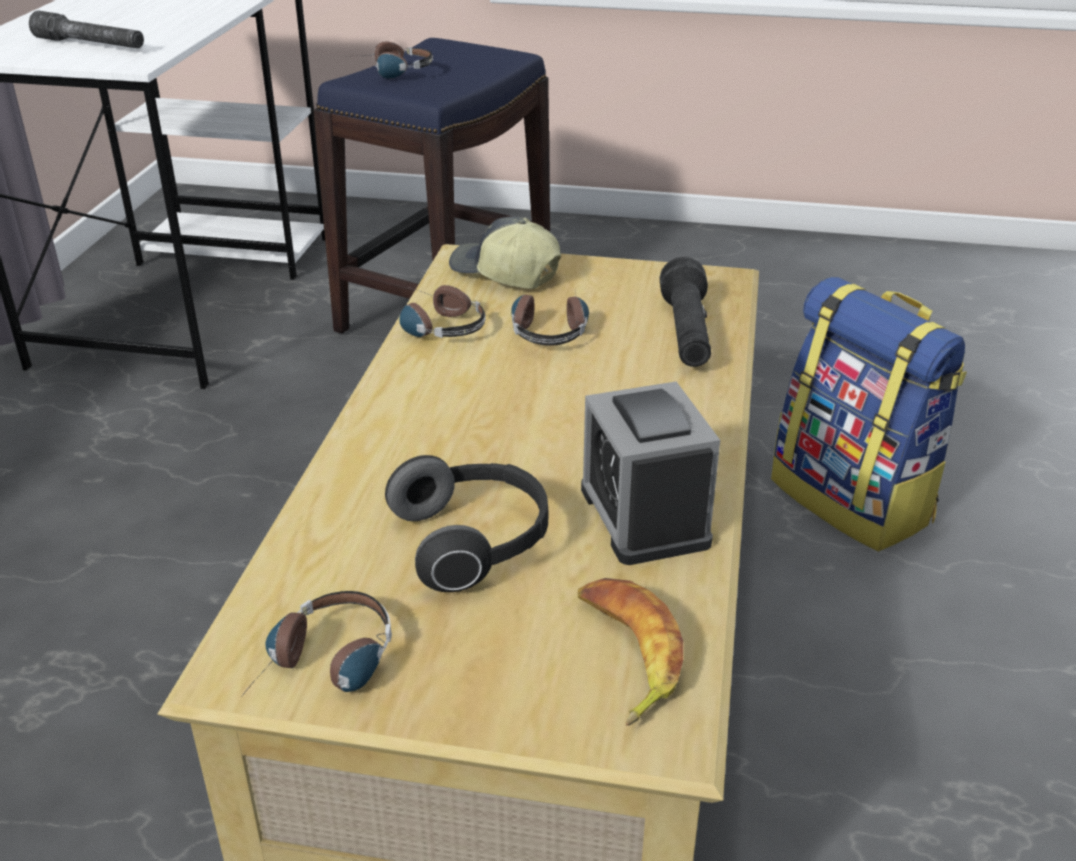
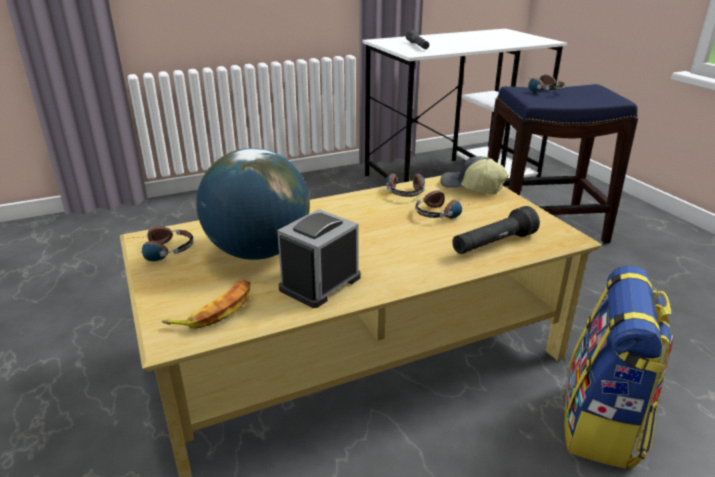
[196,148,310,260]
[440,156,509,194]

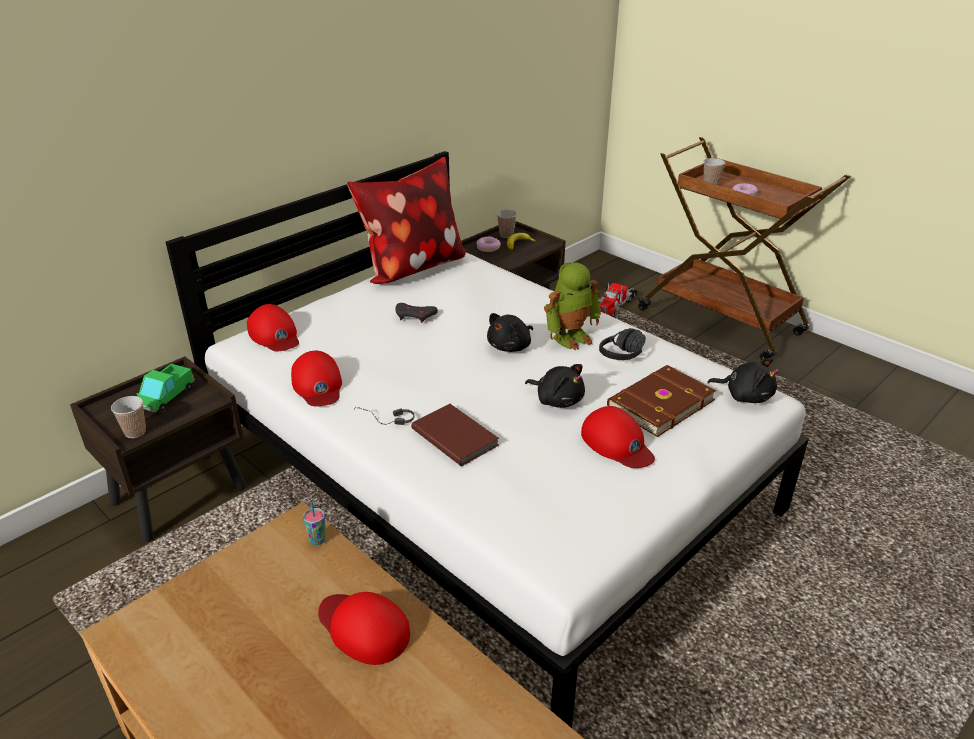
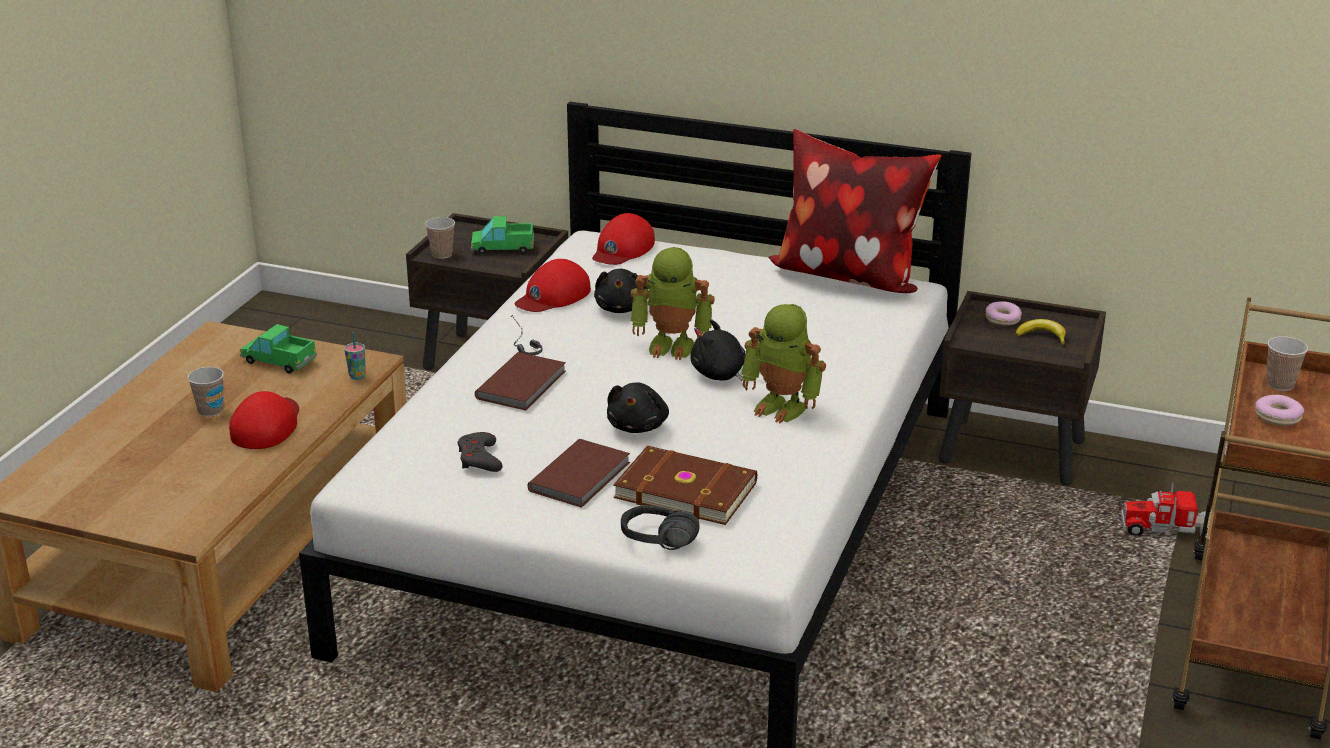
[240,324,317,374]
[631,247,714,360]
[458,432,503,472]
[187,367,224,417]
[621,505,700,550]
[594,269,648,313]
[528,439,630,508]

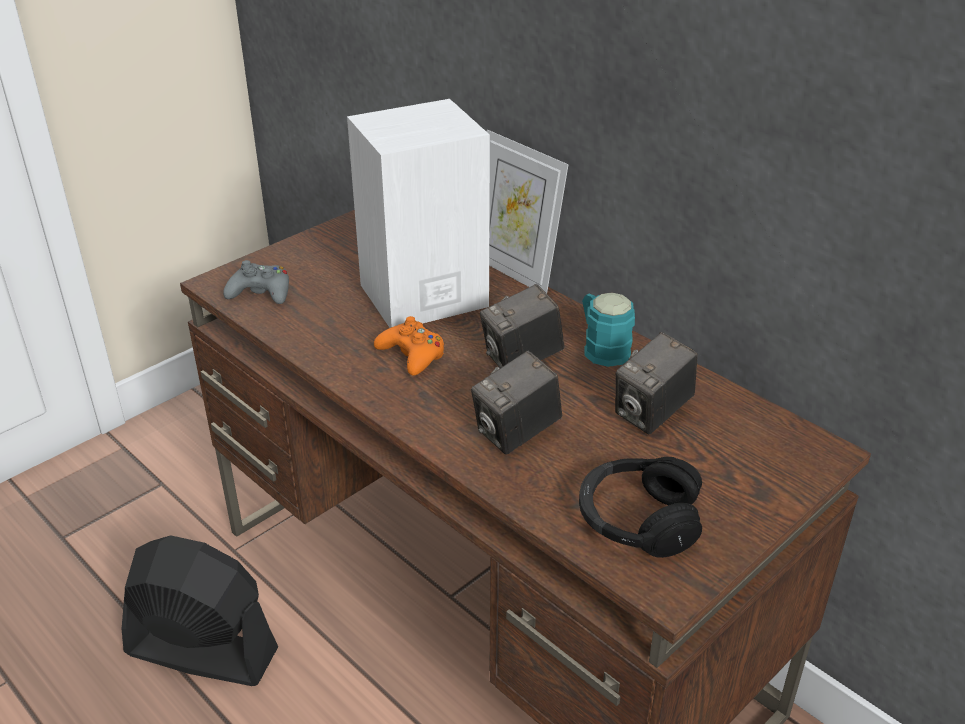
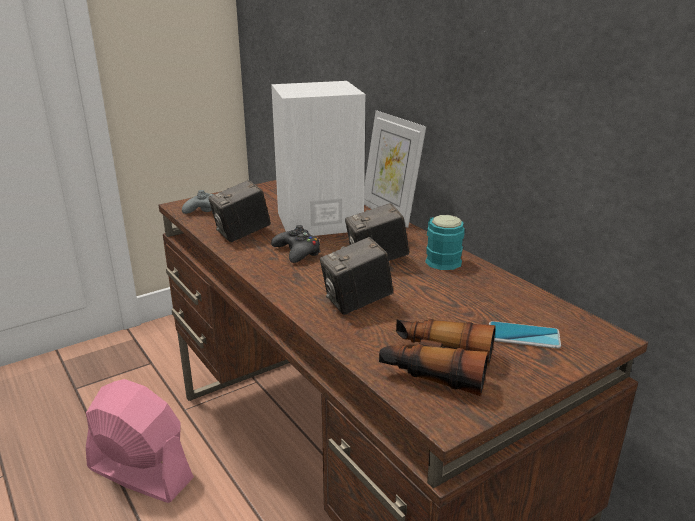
[489,321,561,349]
[209,180,271,242]
[379,319,496,396]
[86,379,194,503]
[271,225,321,263]

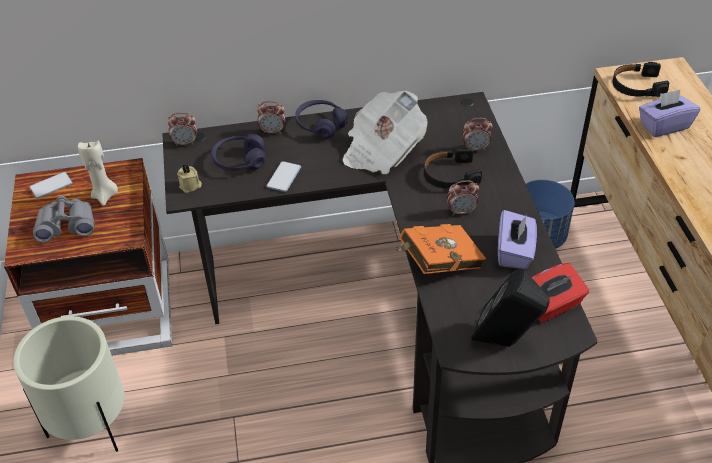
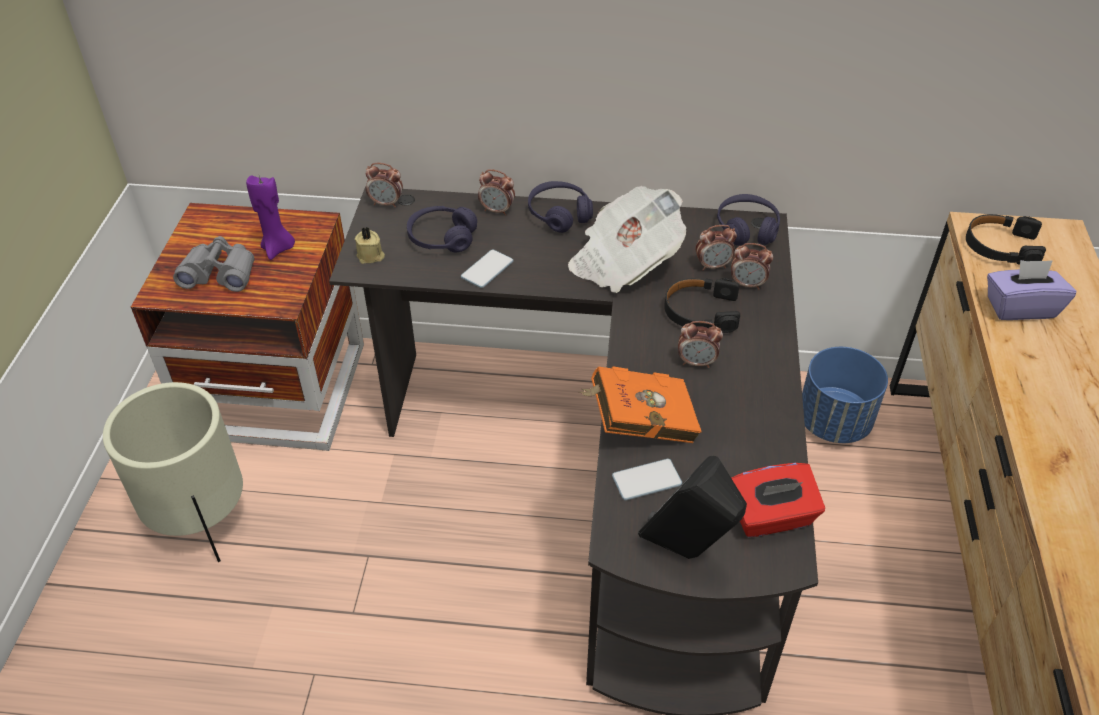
[498,210,537,269] (first image)
[696,225,737,271]
[717,194,780,246]
[612,459,682,501]
[246,175,295,260]

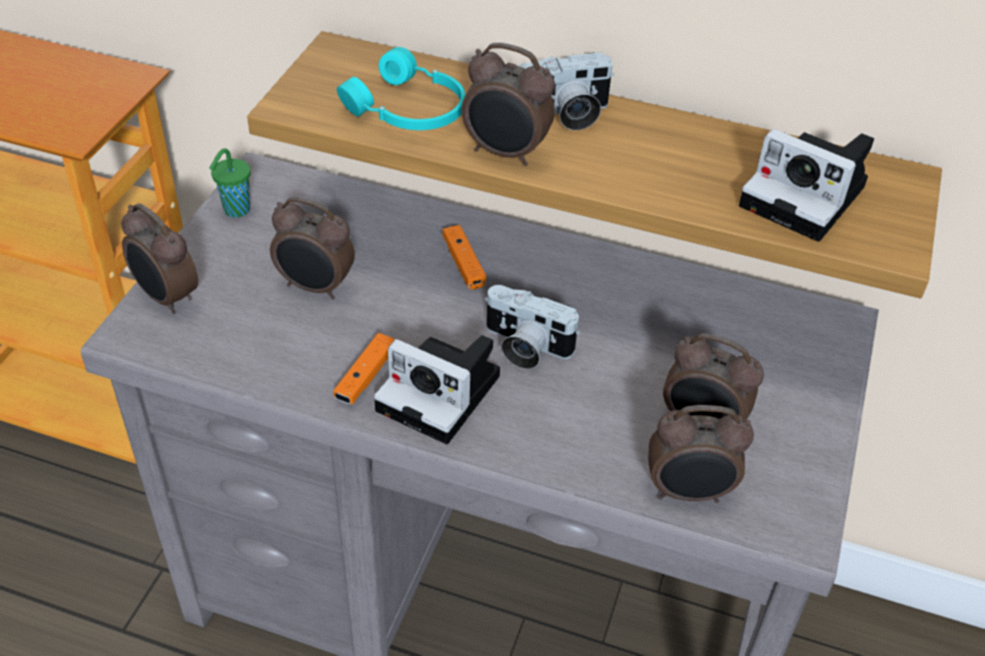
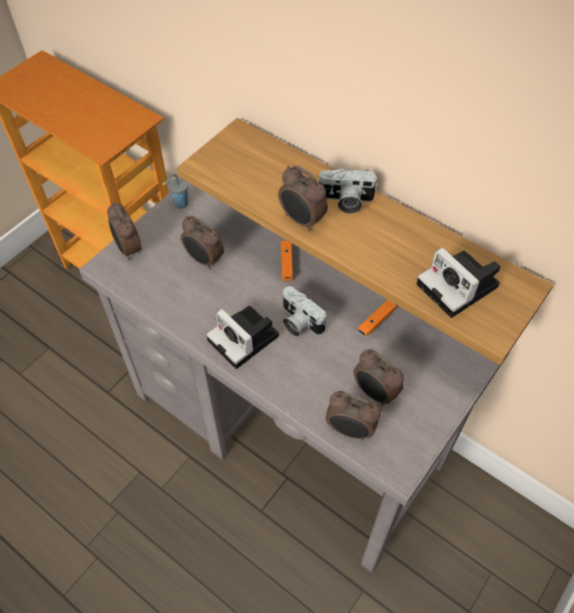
[337,47,465,130] (first image)
[358,300,397,337]
[165,174,189,209]

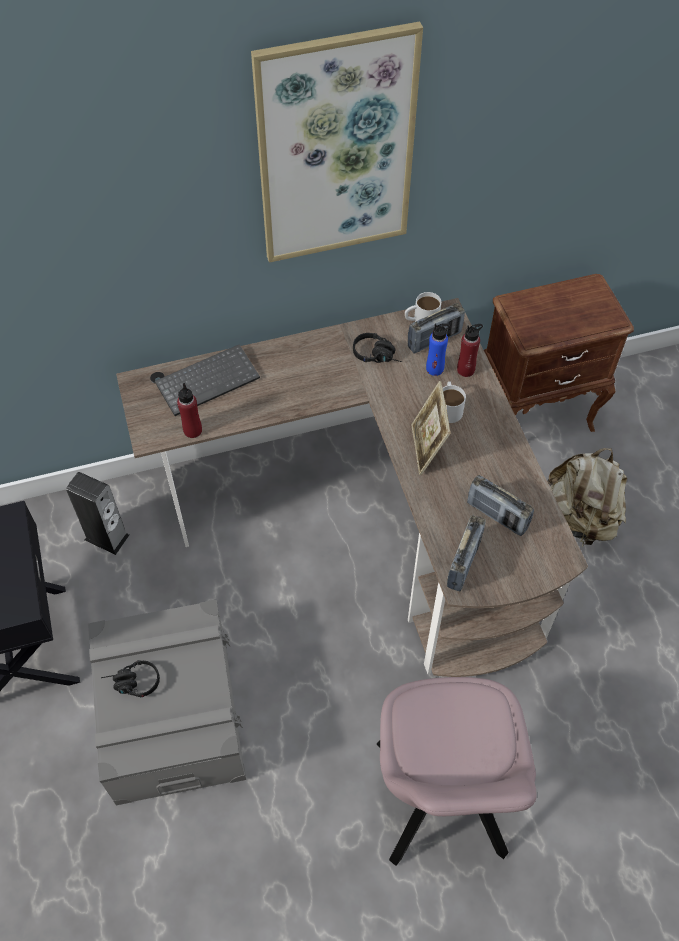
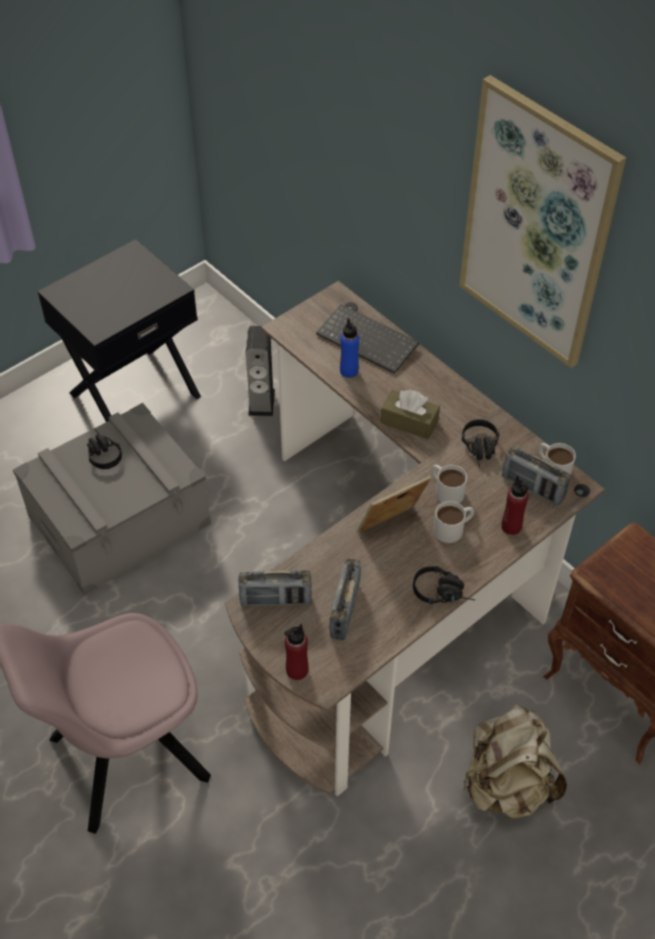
[381,390,440,439]
[413,566,475,604]
[432,465,467,503]
[285,624,308,680]
[340,318,359,378]

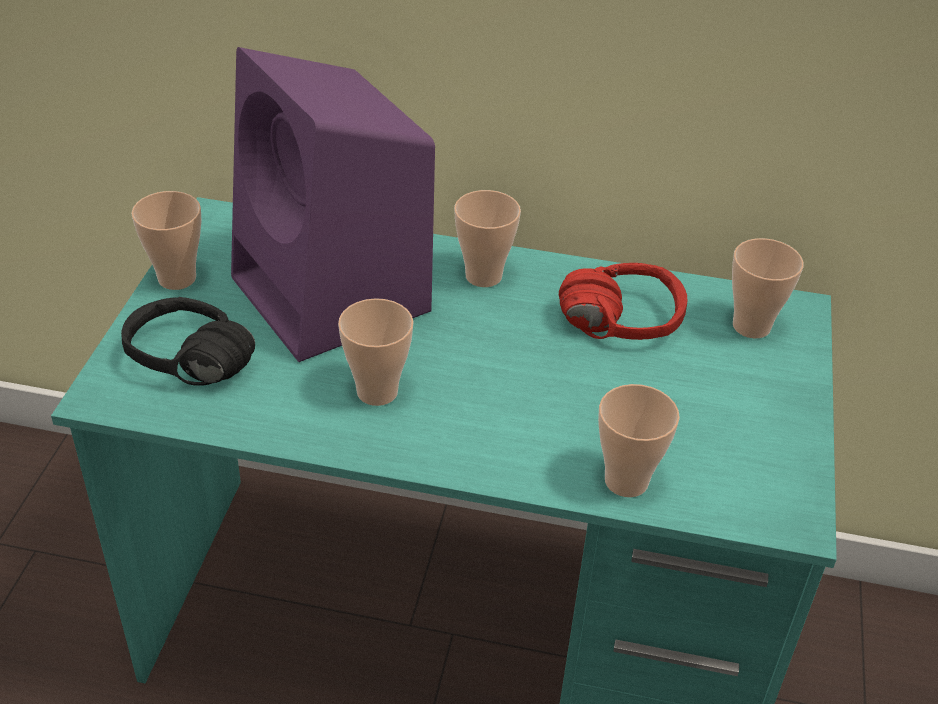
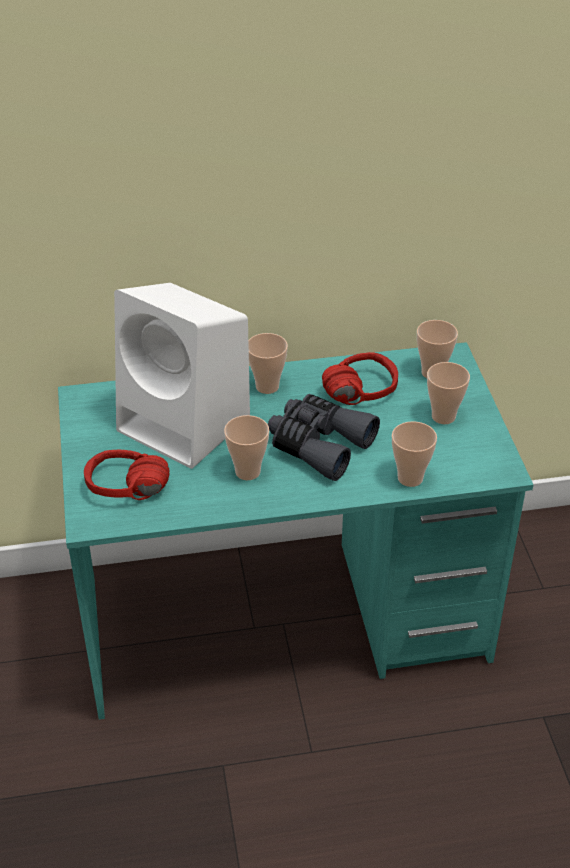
[268,394,380,481]
[427,362,470,424]
[84,450,169,500]
[114,283,250,469]

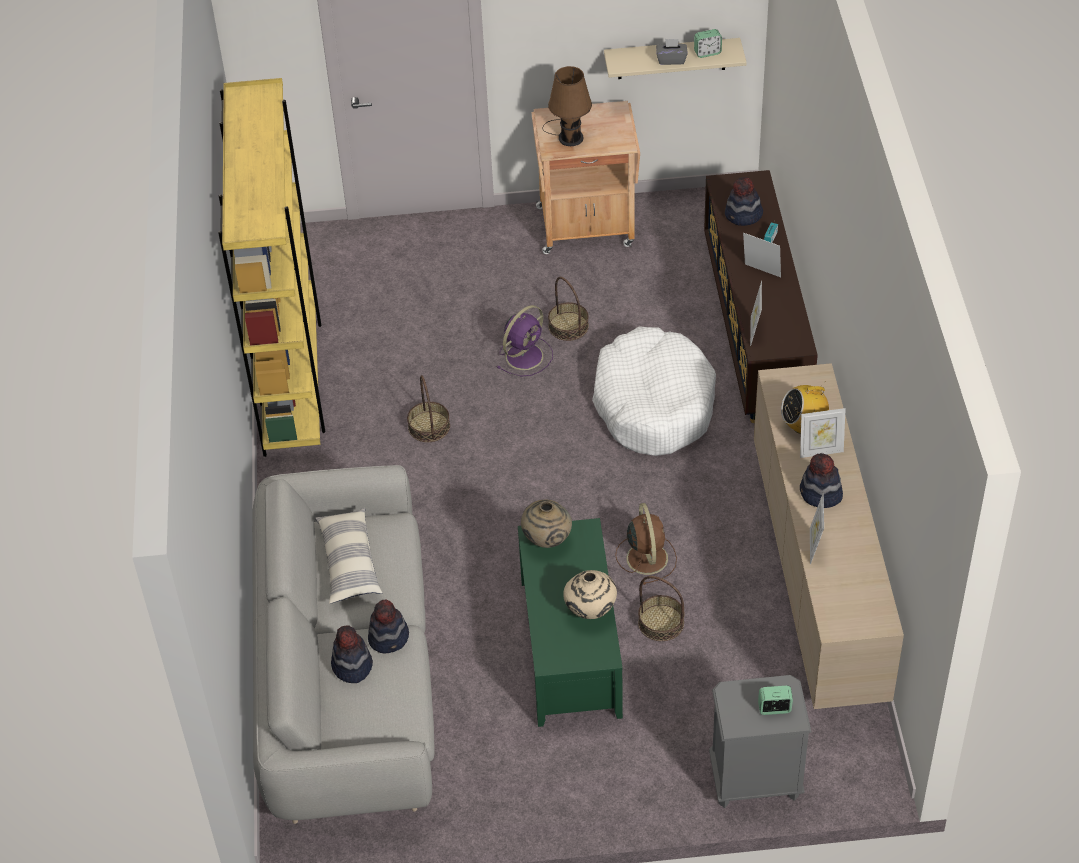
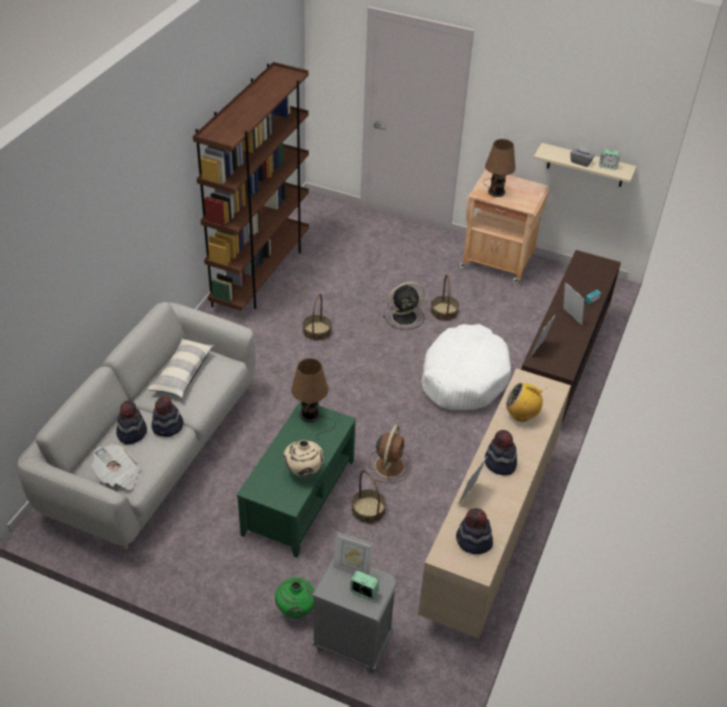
[91,444,140,490]
[275,577,314,618]
[456,508,493,554]
[333,532,374,576]
[291,358,336,439]
[193,62,309,311]
[383,282,425,330]

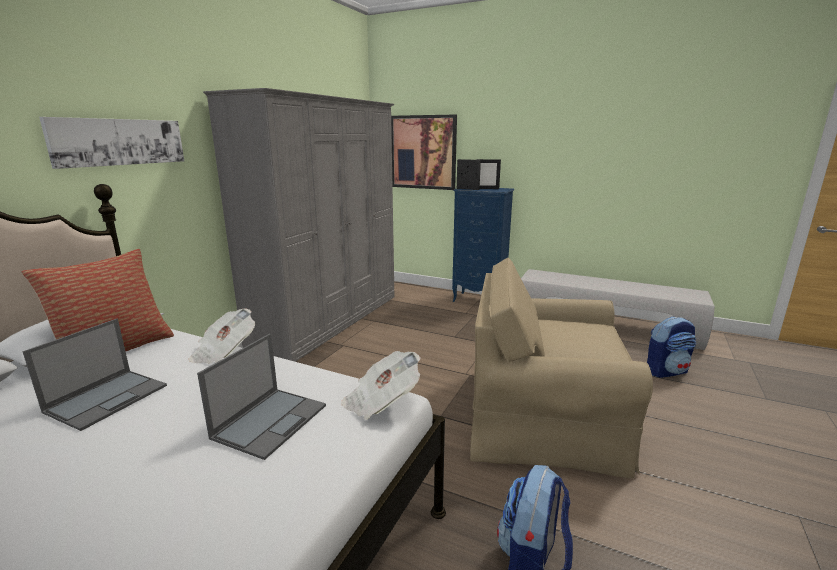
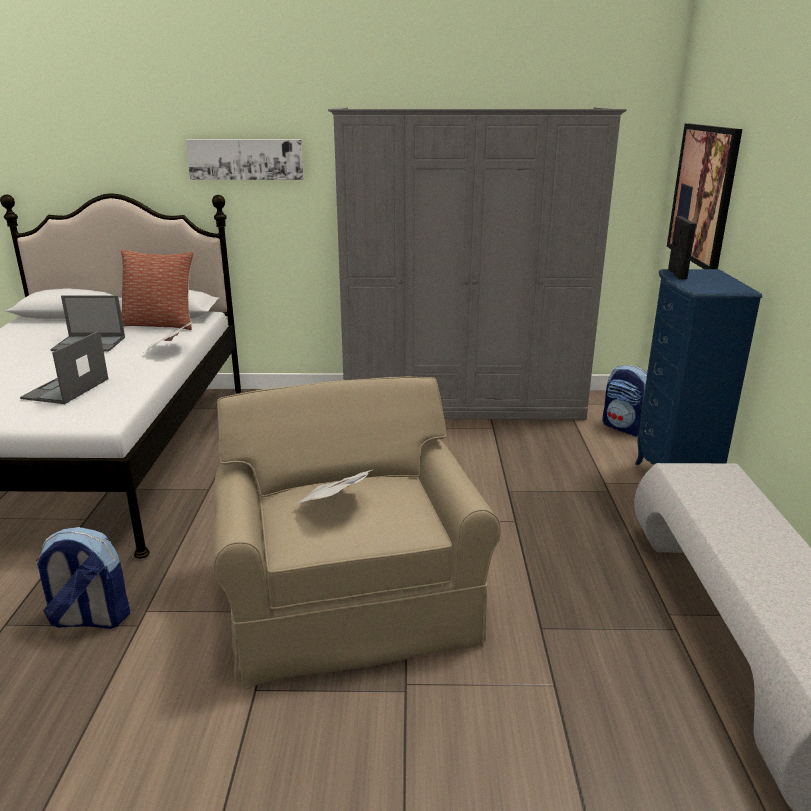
[477,159,501,189] (first image)
[295,469,374,504]
[602,365,647,437]
[20,331,108,404]

